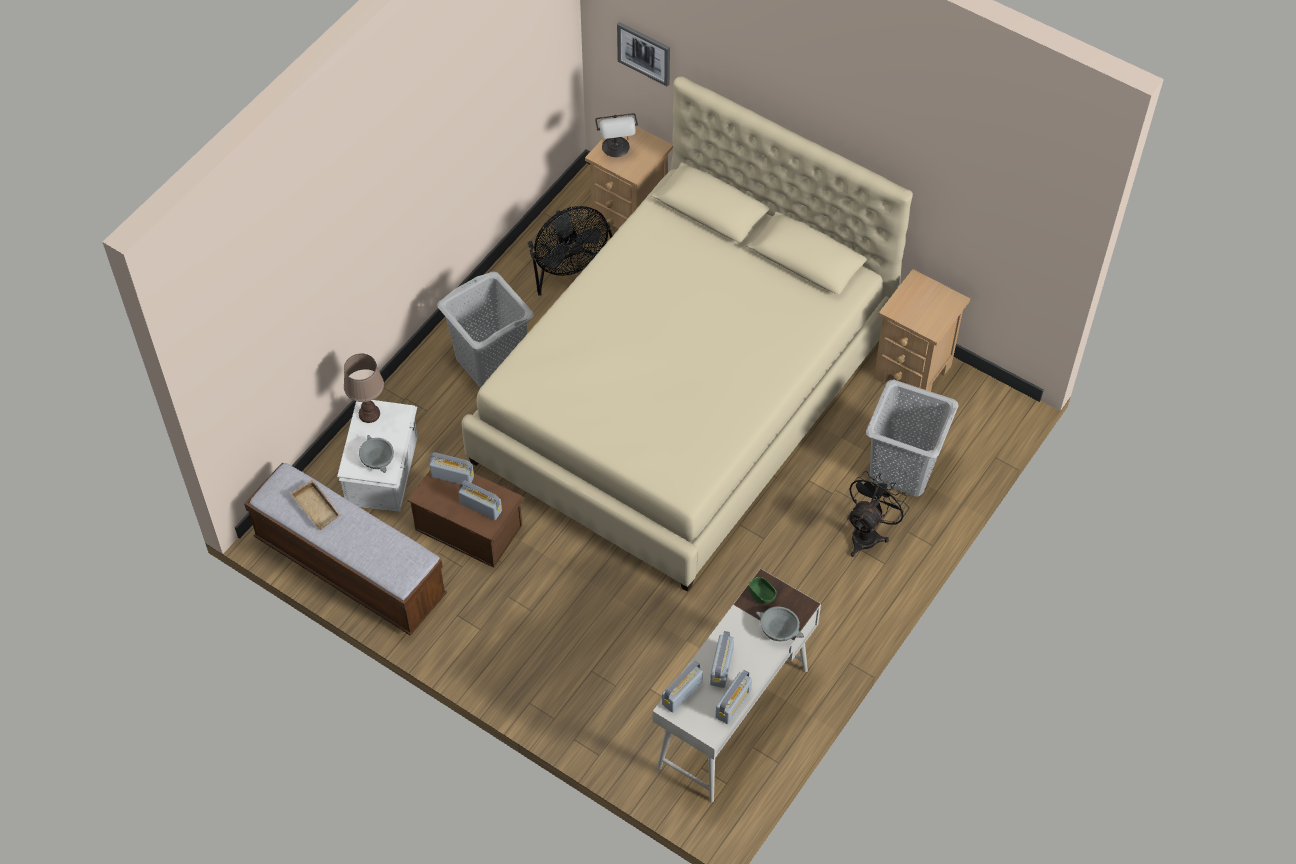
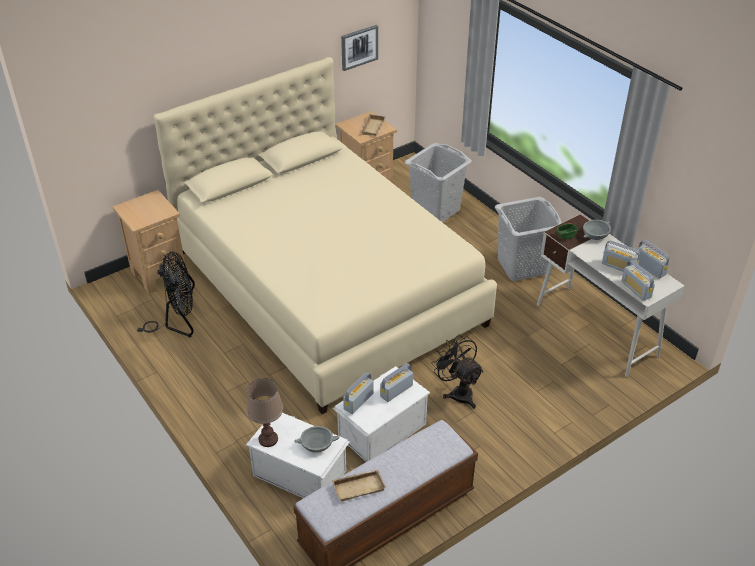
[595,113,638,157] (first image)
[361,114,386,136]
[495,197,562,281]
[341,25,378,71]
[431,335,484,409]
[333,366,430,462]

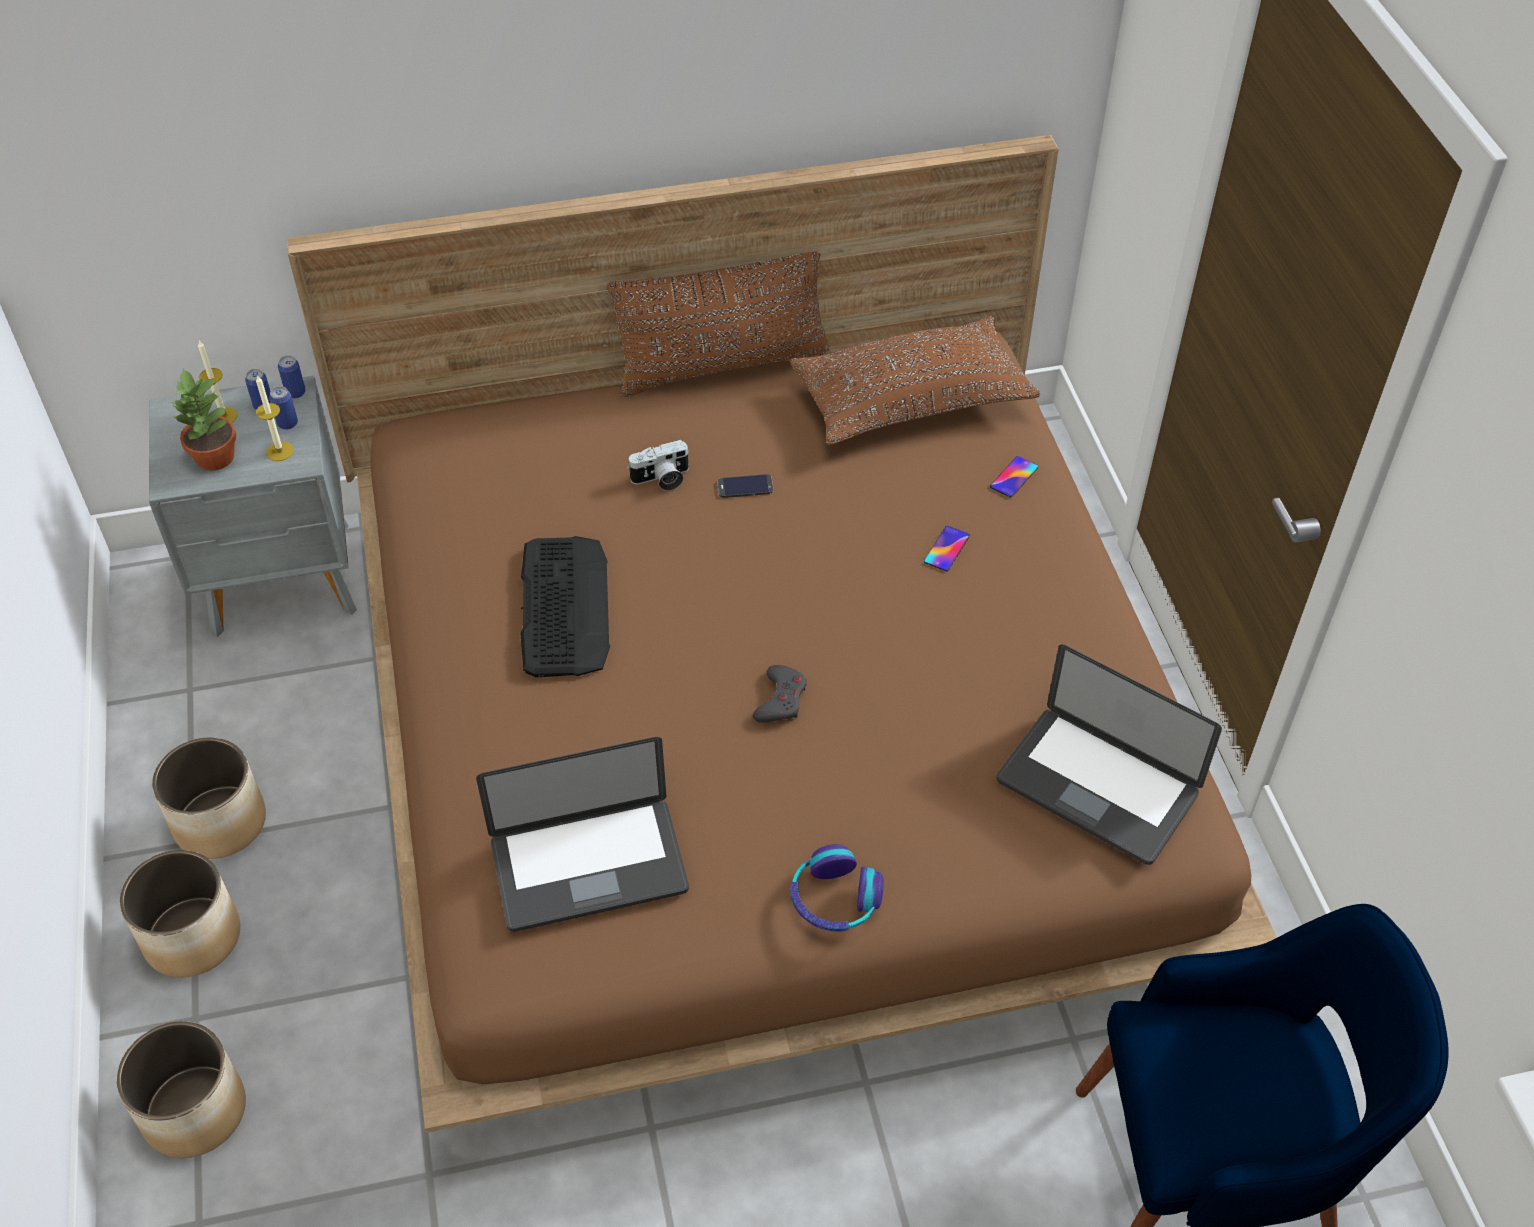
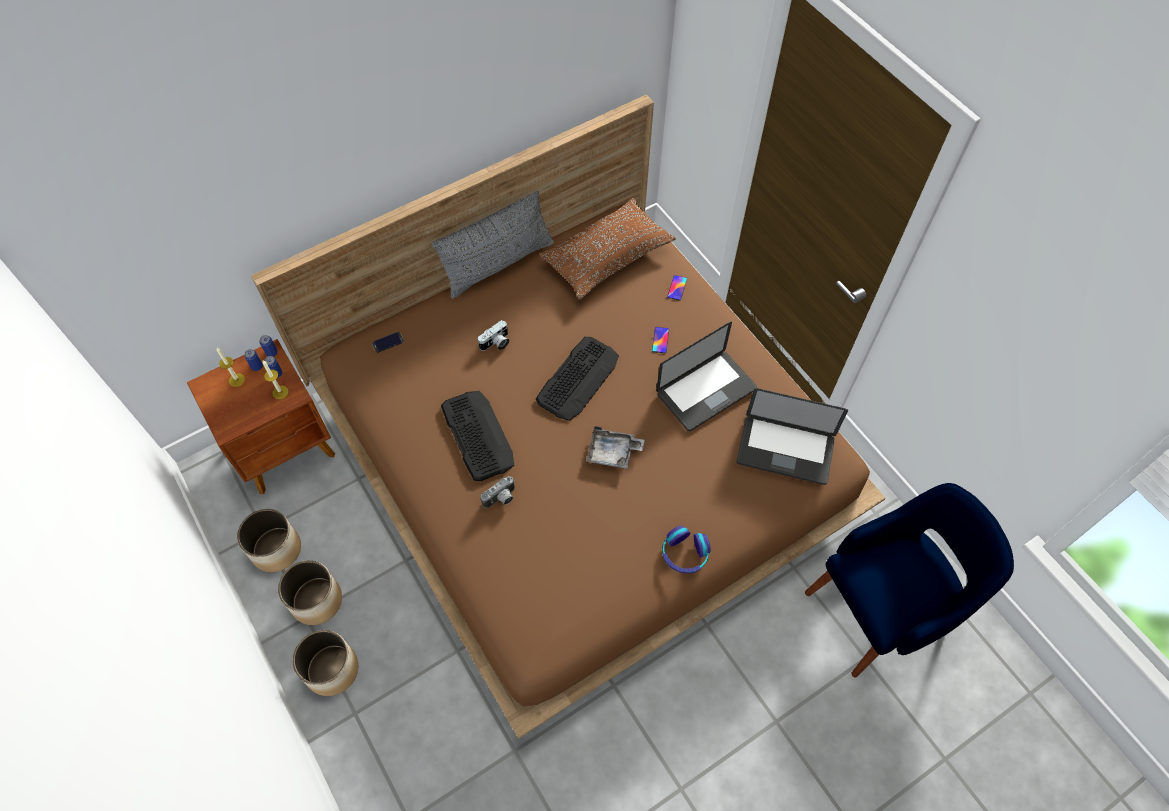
[171,368,236,471] (first image)
[481,476,515,508]
[536,337,619,421]
[237,509,301,572]
[656,322,757,431]
[372,332,404,353]
[587,426,645,469]
[187,339,335,494]
[432,191,554,299]

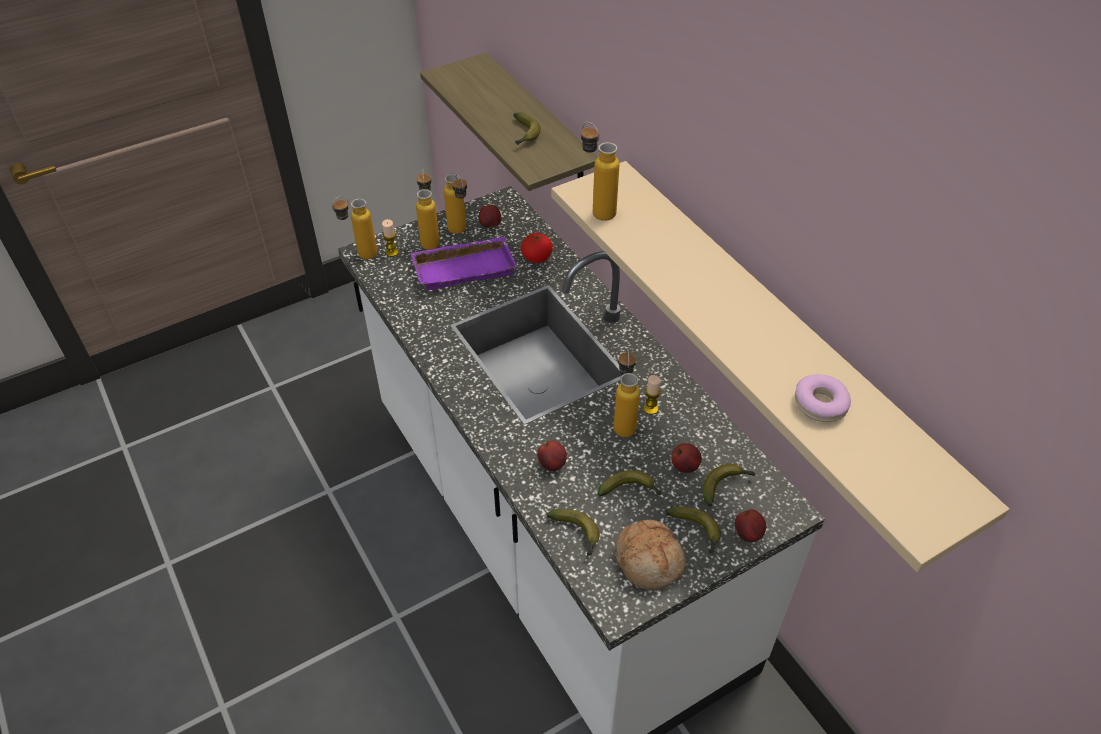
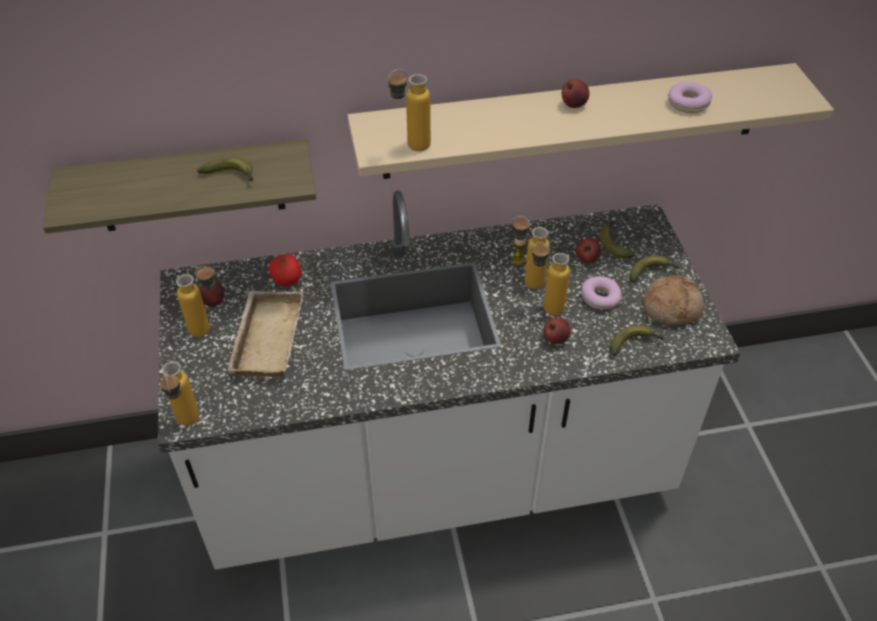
[382,219,399,257] (first image)
[531,242,570,315]
[562,79,589,108]
[581,276,622,309]
[227,291,303,377]

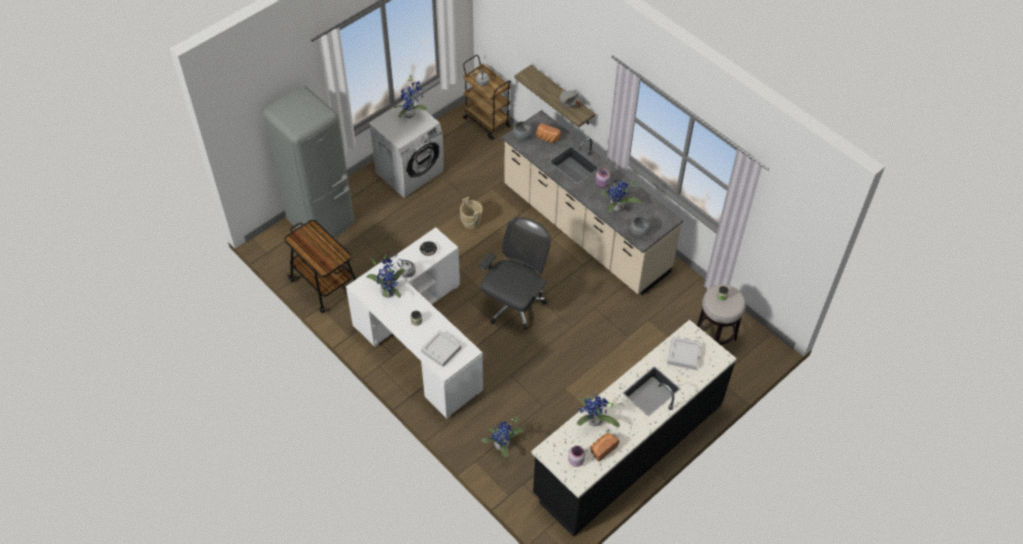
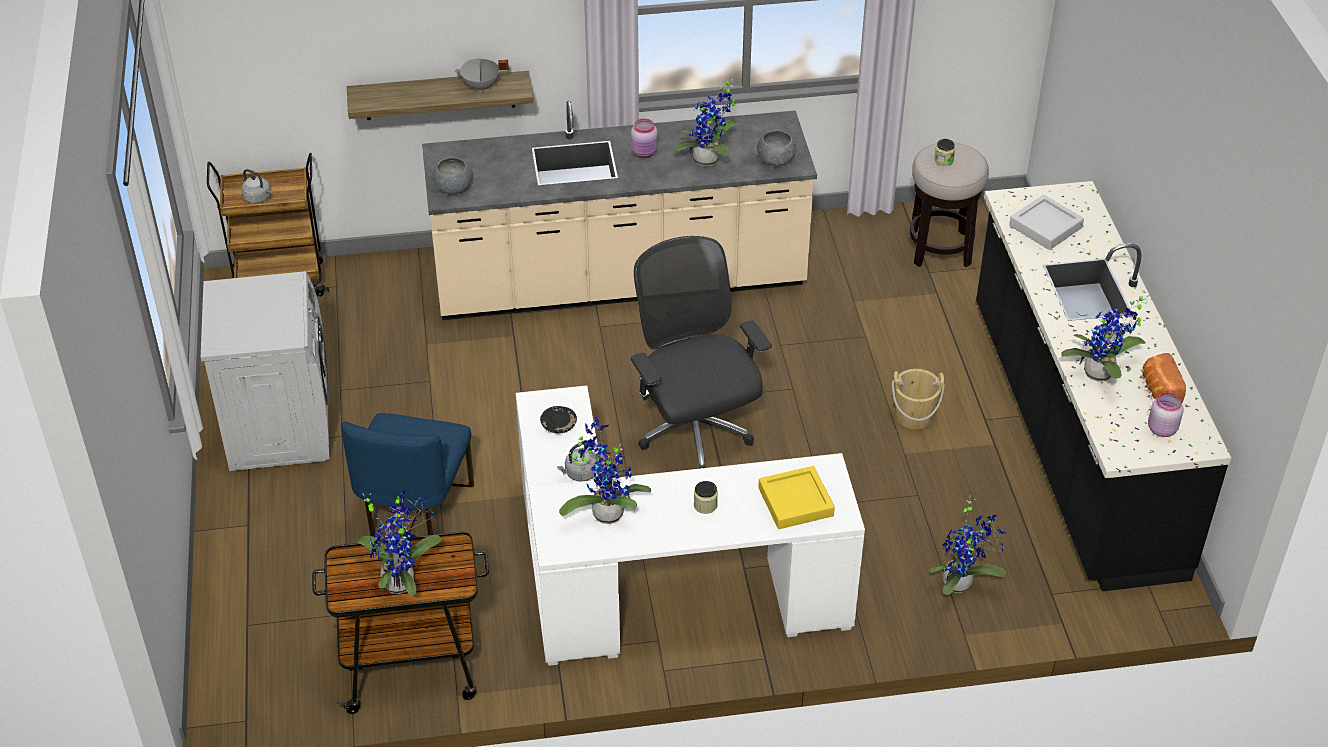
[263,86,354,241] (first image)
[536,123,561,143] (first image)
[341,413,474,541]
[358,490,442,595]
[892,369,945,429]
[758,466,835,529]

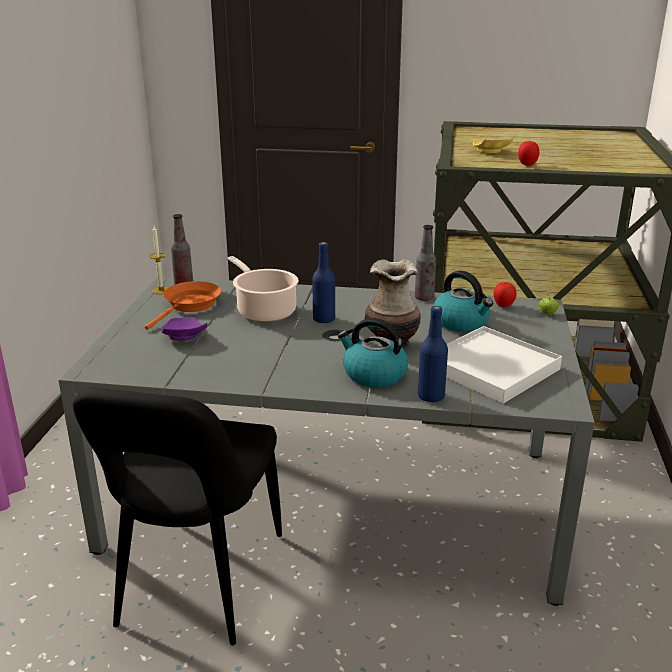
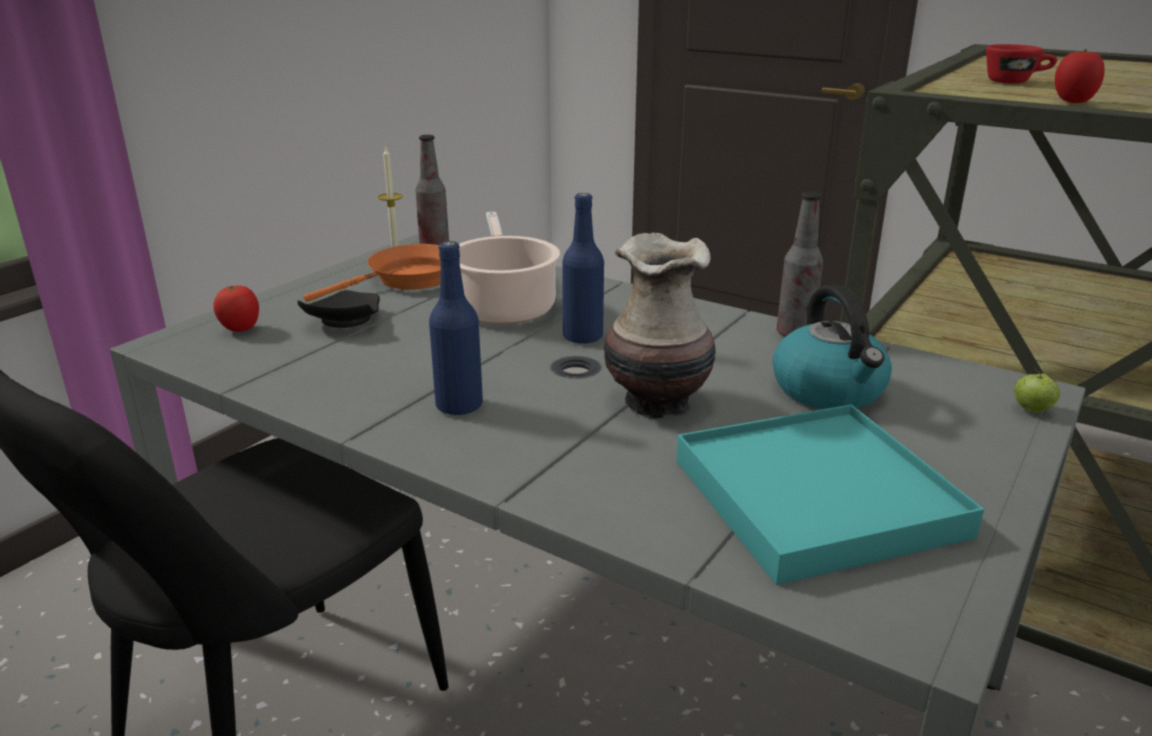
[338,318,408,388] (first image)
[429,241,483,415]
[214,285,259,332]
[986,44,1057,83]
[298,290,380,328]
[676,404,984,585]

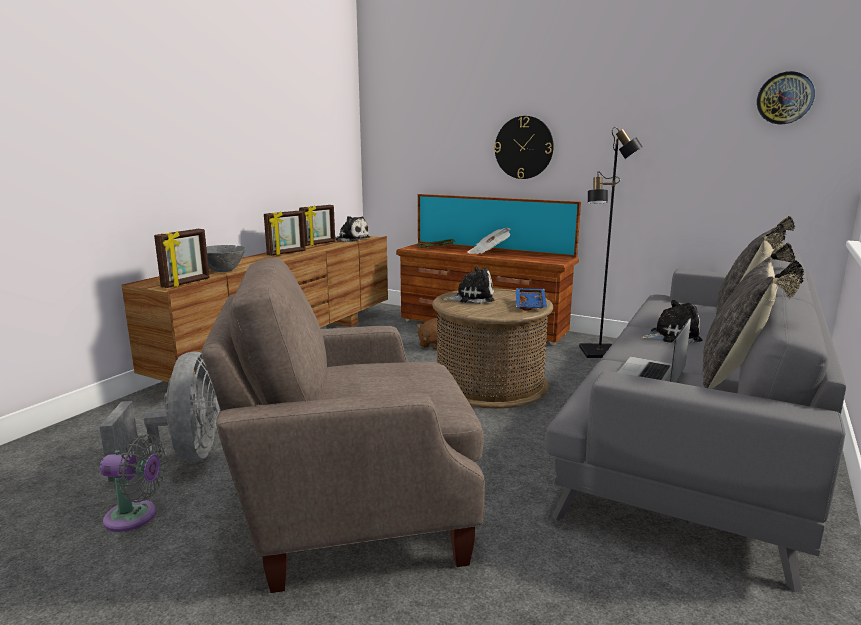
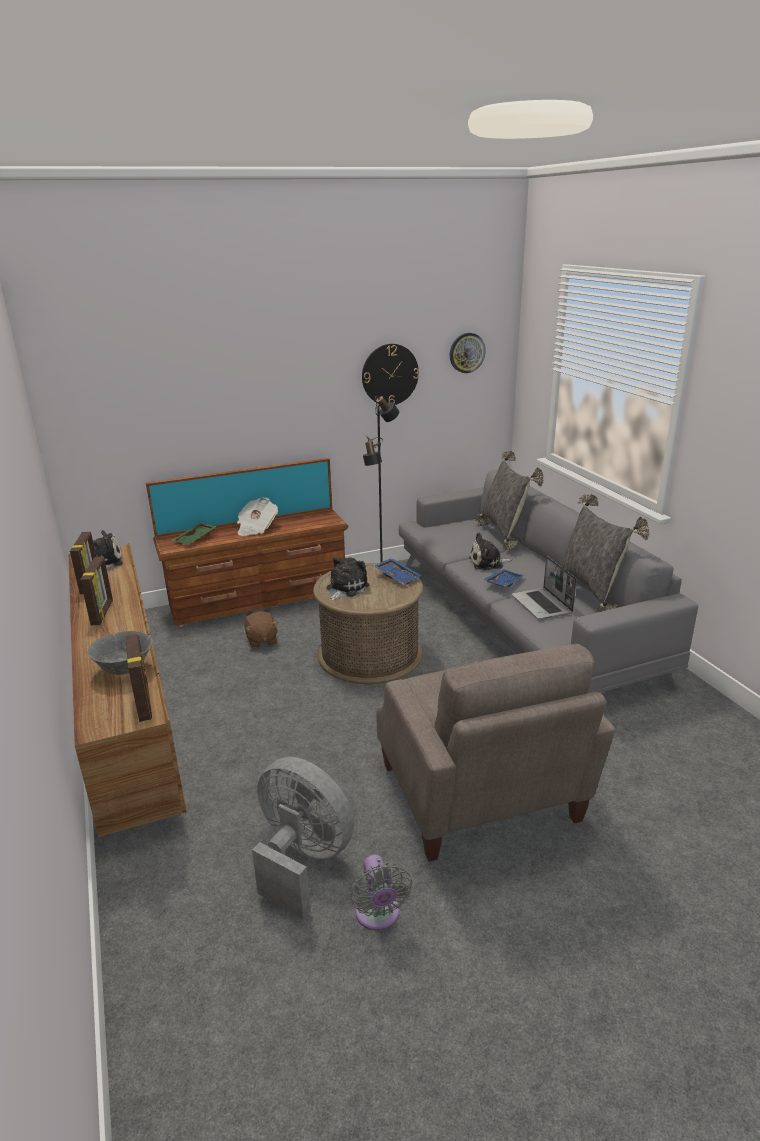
[483,569,524,587]
[362,344,419,405]
[350,854,413,931]
[376,644,615,862]
[469,532,512,570]

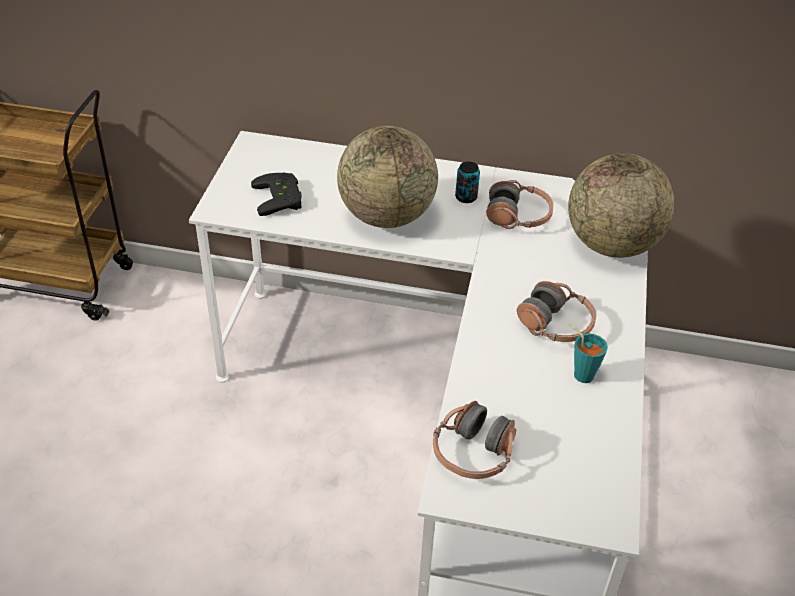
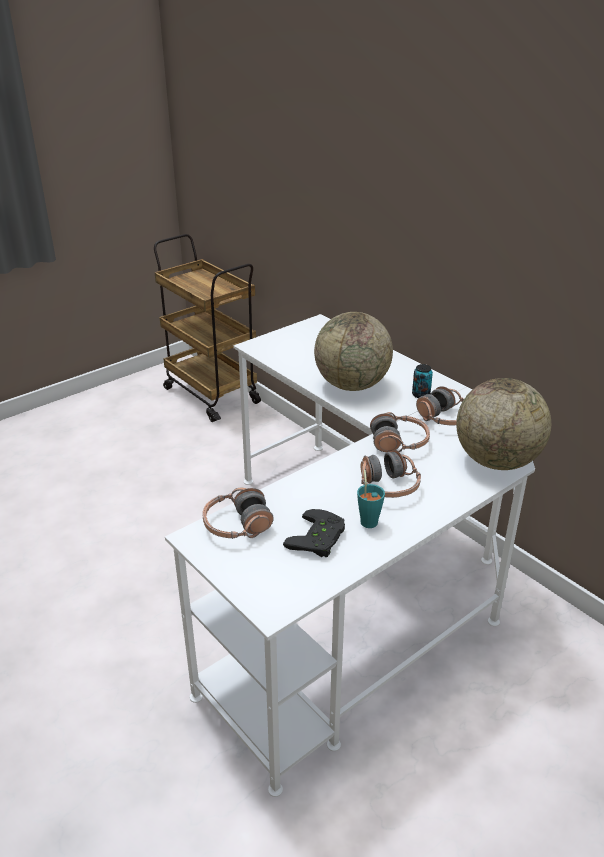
[370,412,430,452]
[283,509,345,557]

